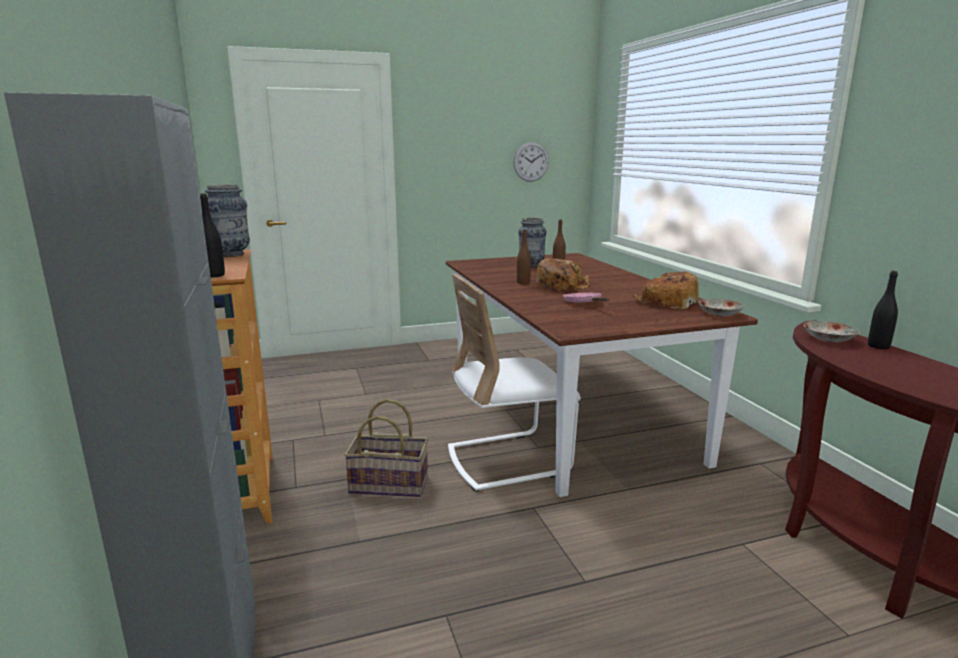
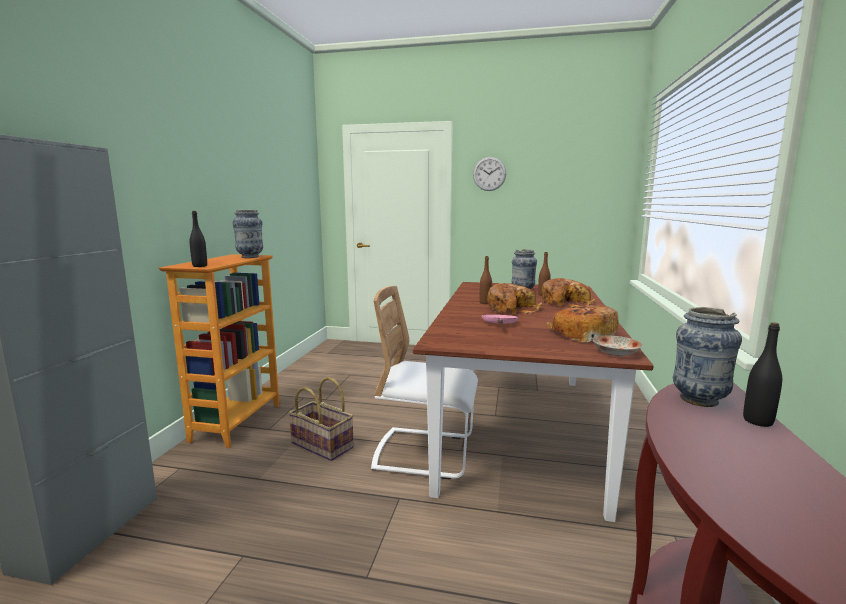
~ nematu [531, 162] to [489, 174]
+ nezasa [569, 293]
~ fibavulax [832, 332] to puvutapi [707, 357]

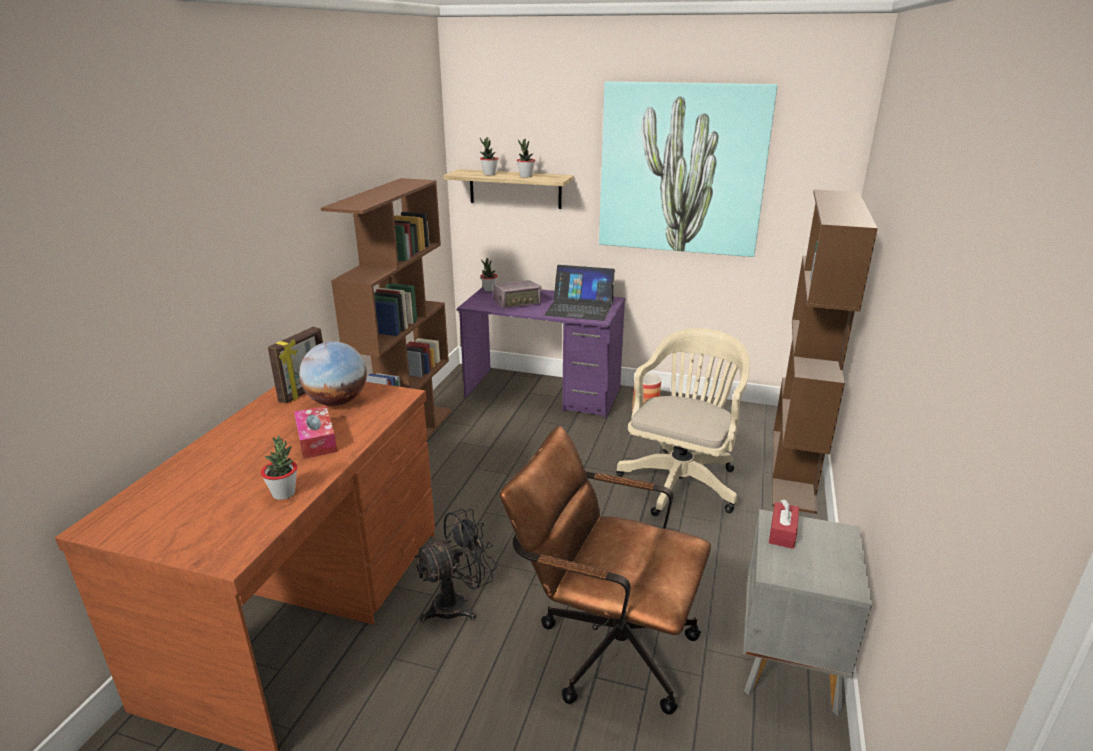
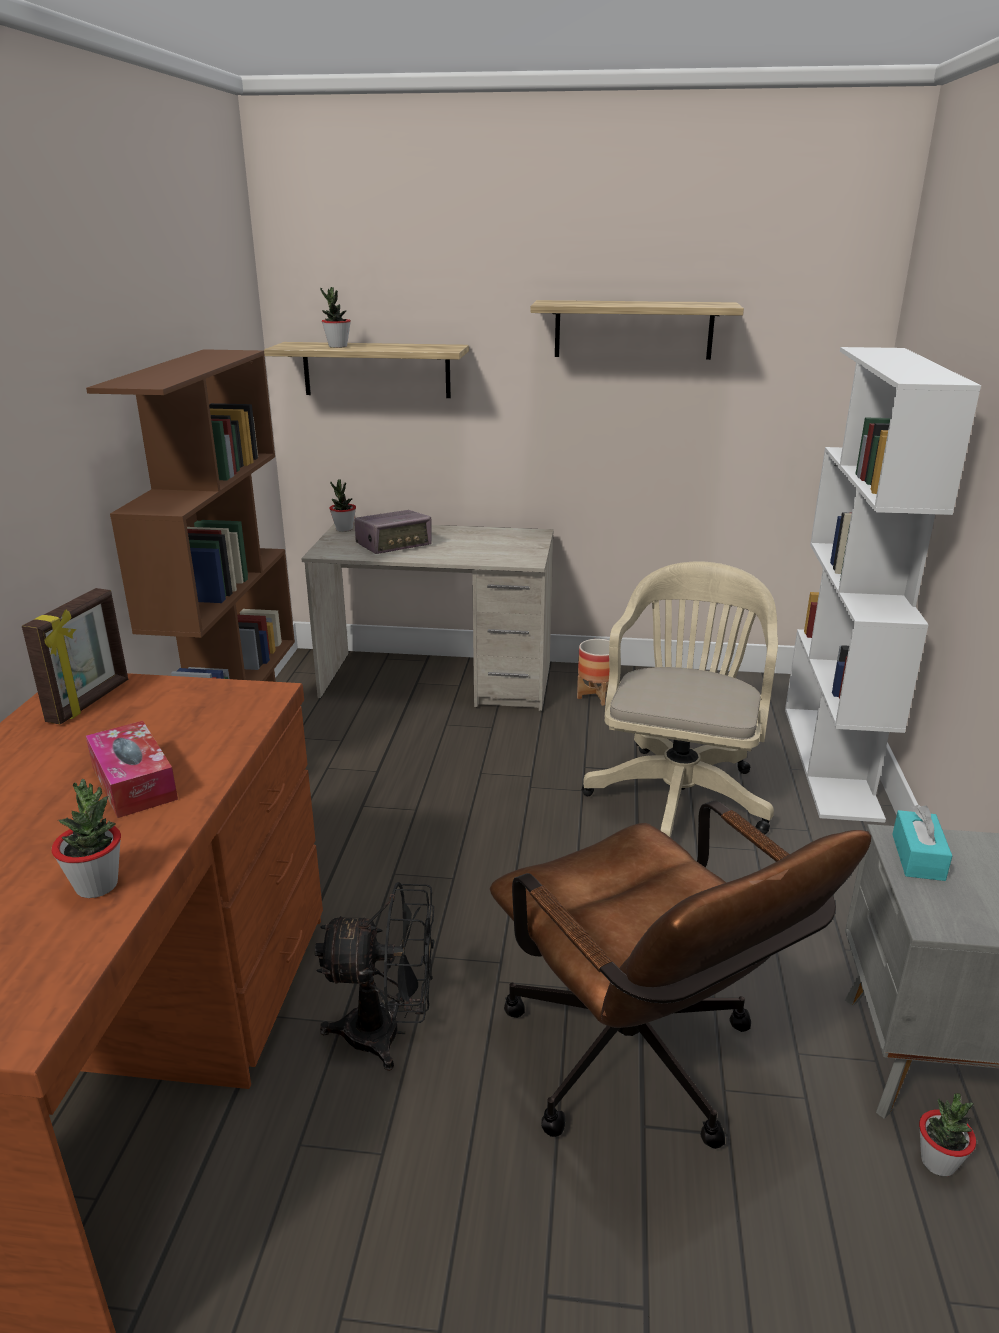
~ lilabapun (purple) [541, 352] to lilabapun (beige) [427, 616]
~ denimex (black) [455, 565] = [375, 976] 45 degrees clockwise
~ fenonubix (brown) [605, 570] = [680, 974] 135 degrees counterclockwise
~ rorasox [688, 169] to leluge [637, 330]
~ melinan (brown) [825, 352] to melinan (white) [883, 585]
~ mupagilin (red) [784, 524] to mupagilin (turquoise) [922, 843]
~ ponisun [526, 158] to [947, 1134]
- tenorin [333, 373]
- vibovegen [579, 293]

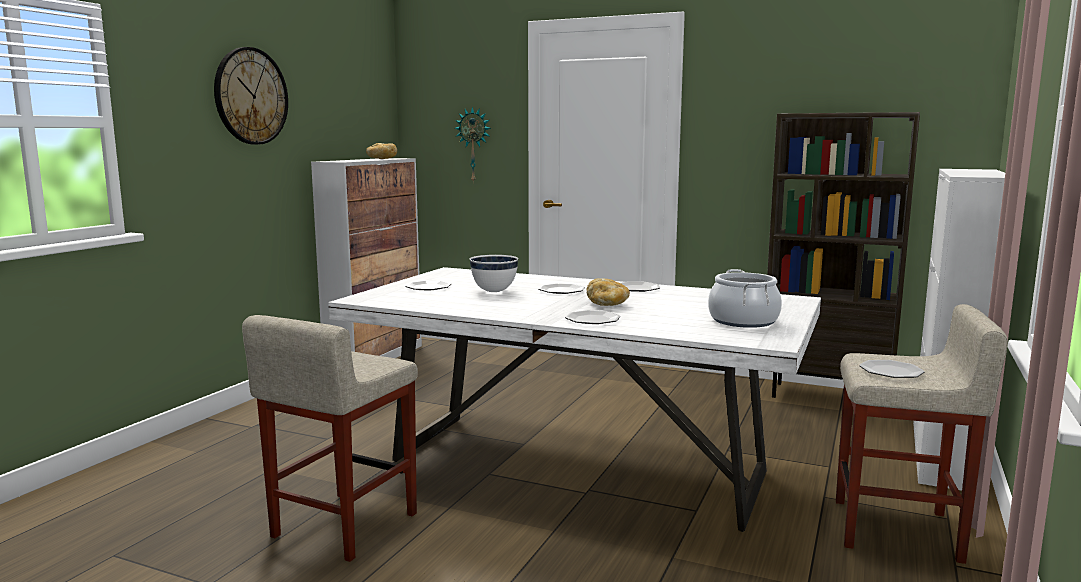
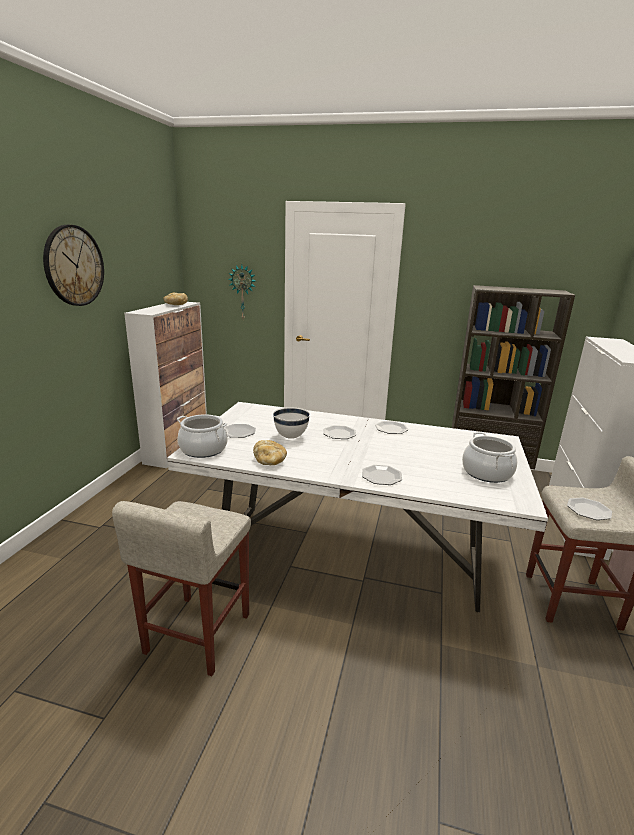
+ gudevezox [202, 436]
~ nezasa [608, 292] to [270, 452]

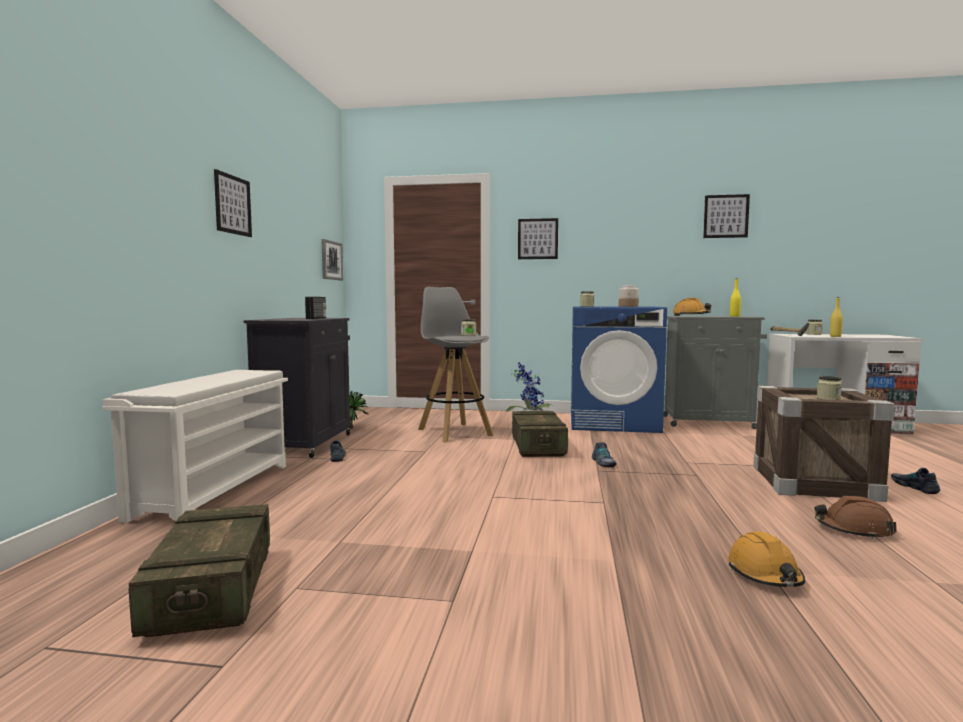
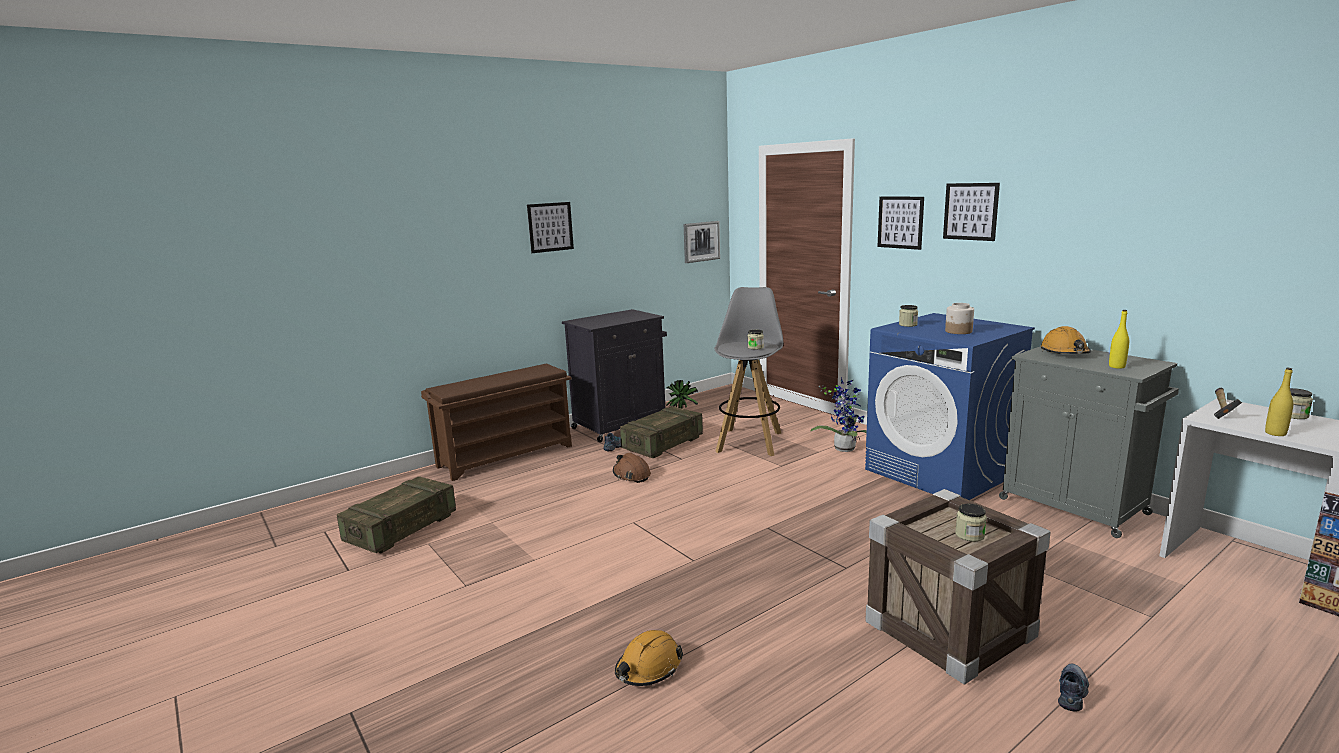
~ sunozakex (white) [195, 446] to sunozakex (brown) [496, 422]
~ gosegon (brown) [855, 517] to [632, 468]
~ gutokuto [540, 434] to [661, 432]
~ rorasox [726, 216] to [971, 212]
- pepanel [316, 308]
- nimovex [604, 455]

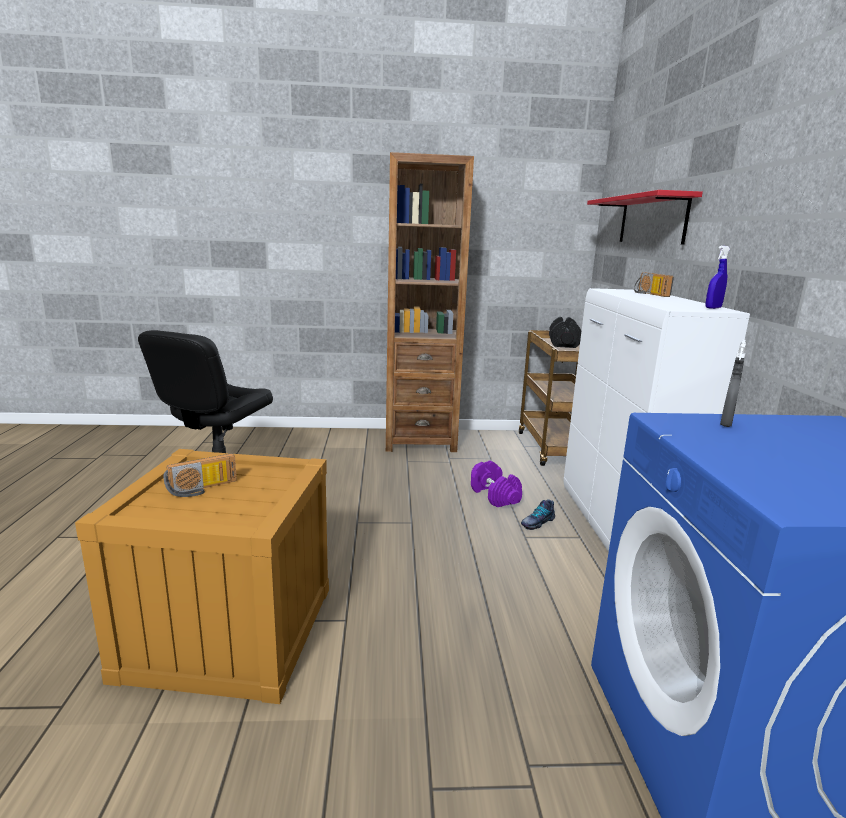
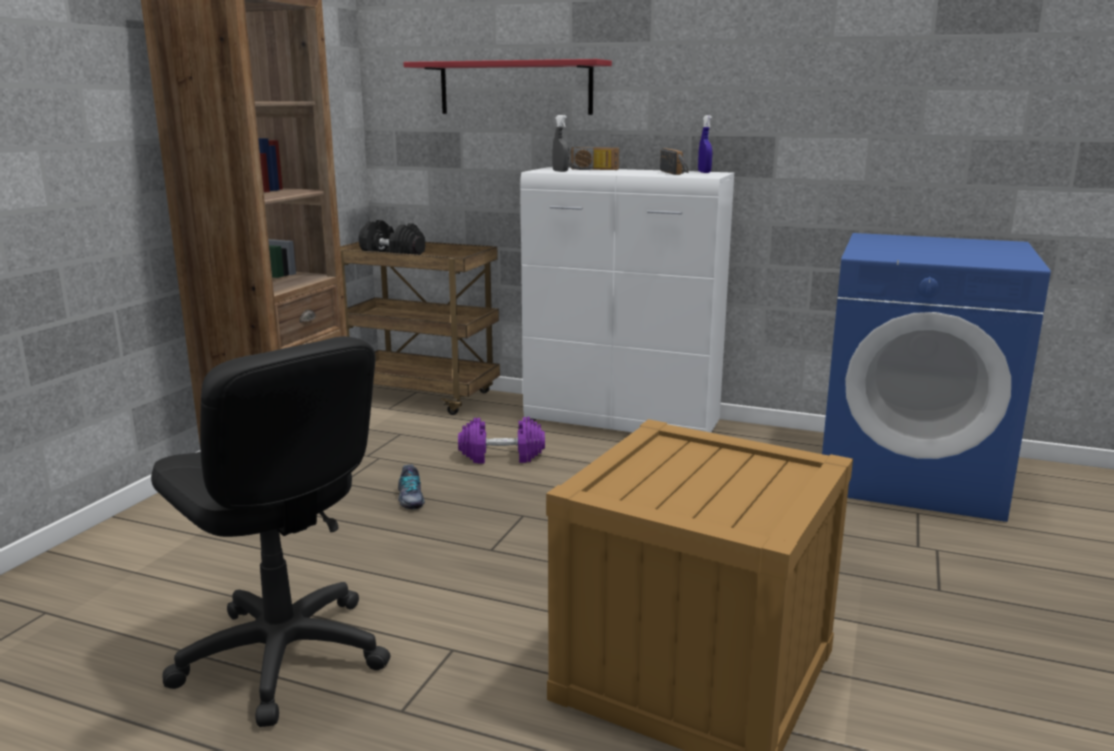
~ nimovex [538, 514] to [411, 486]
~ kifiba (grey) [733, 383] to [560, 143]
~ pepanel [200, 475] to [674, 161]

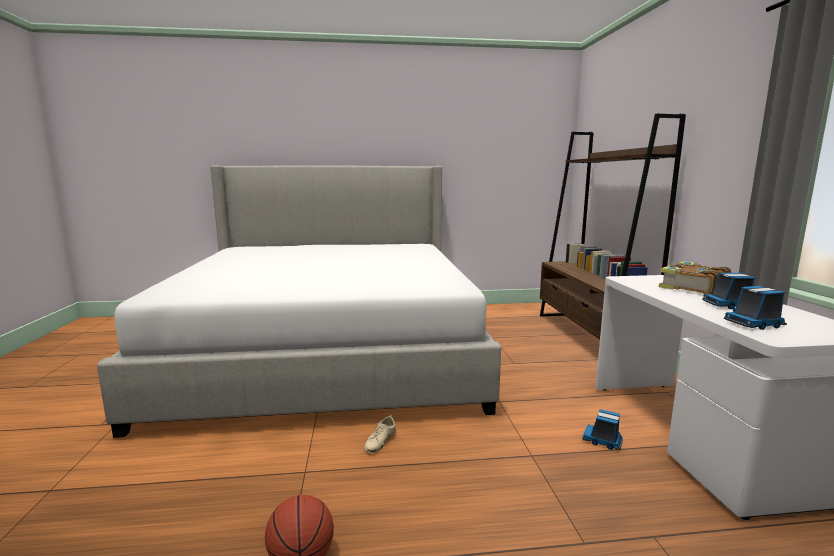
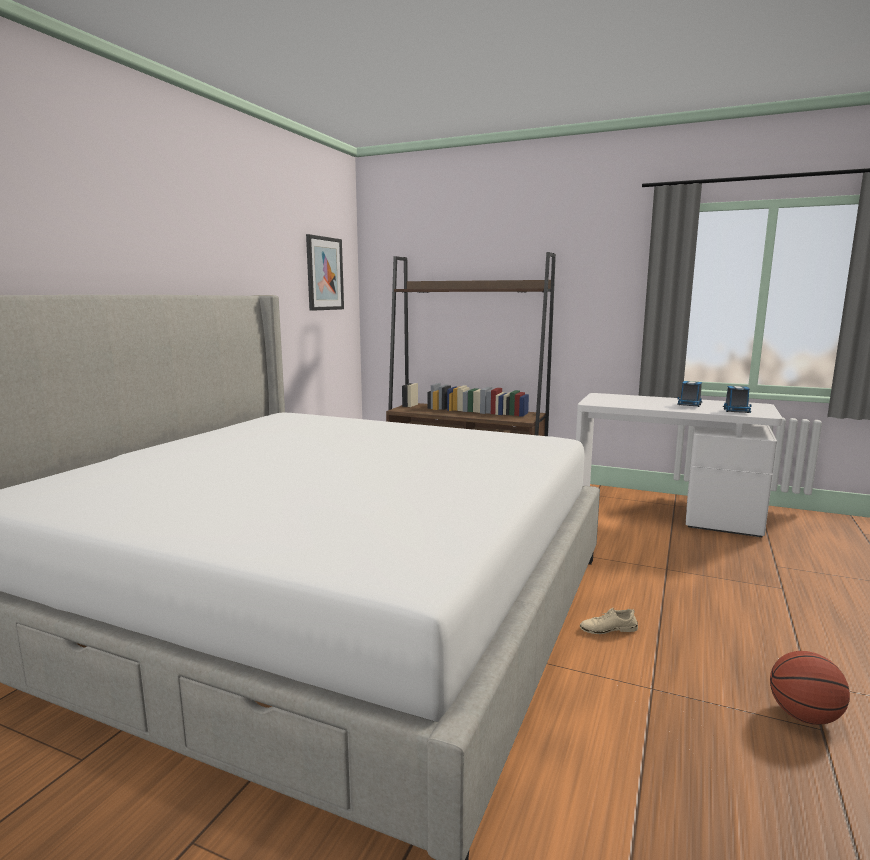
+ rorasox [325, 272]
~ nimovex (beige) [380, 434] = [609, 620] 120 degrees clockwise
- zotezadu [602, 429]
- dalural [695, 277]

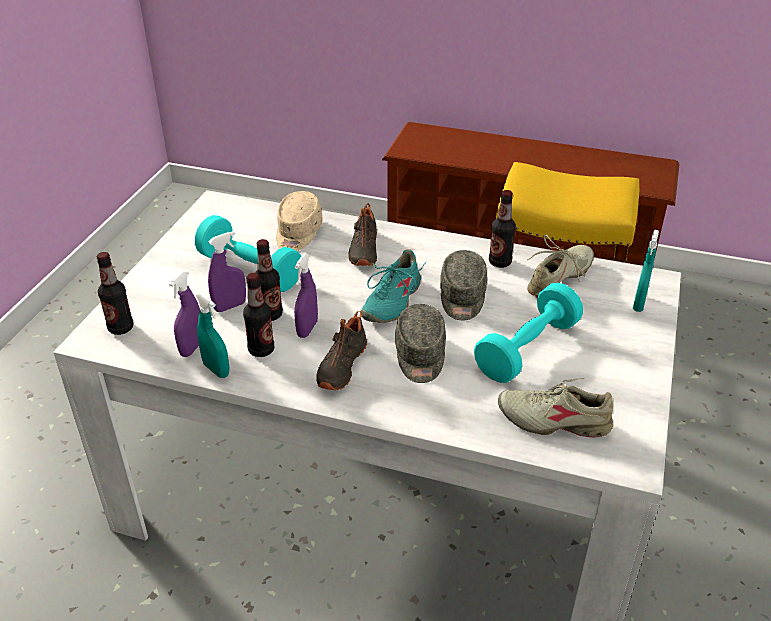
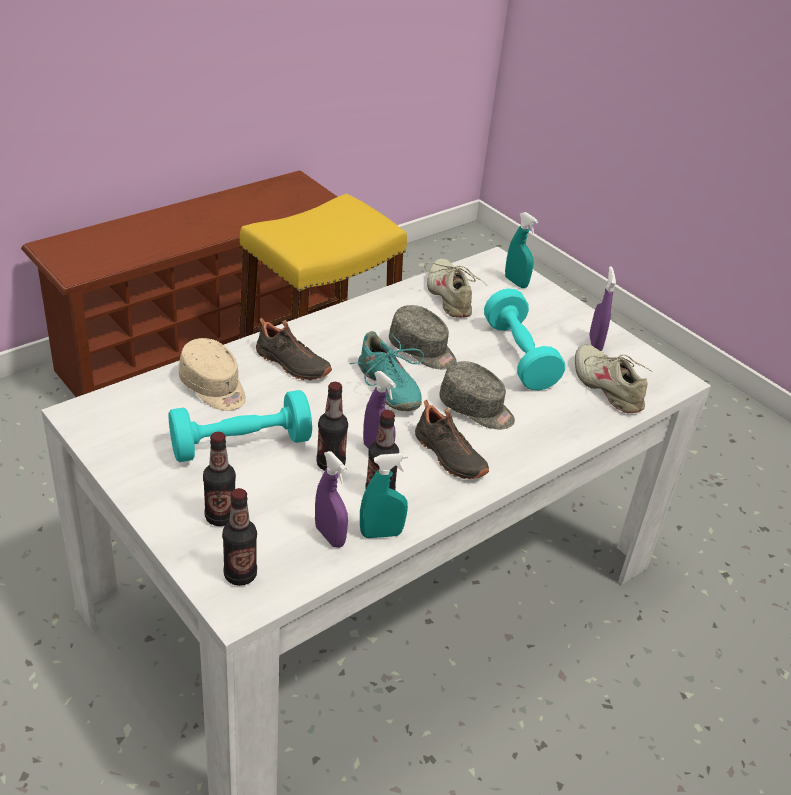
~ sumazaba [502, 229] to [219, 479]
~ nimovex (beige) [555, 407] = [613, 379] 105 degrees clockwise
~ kifiba (purple) [227, 271] to [603, 308]

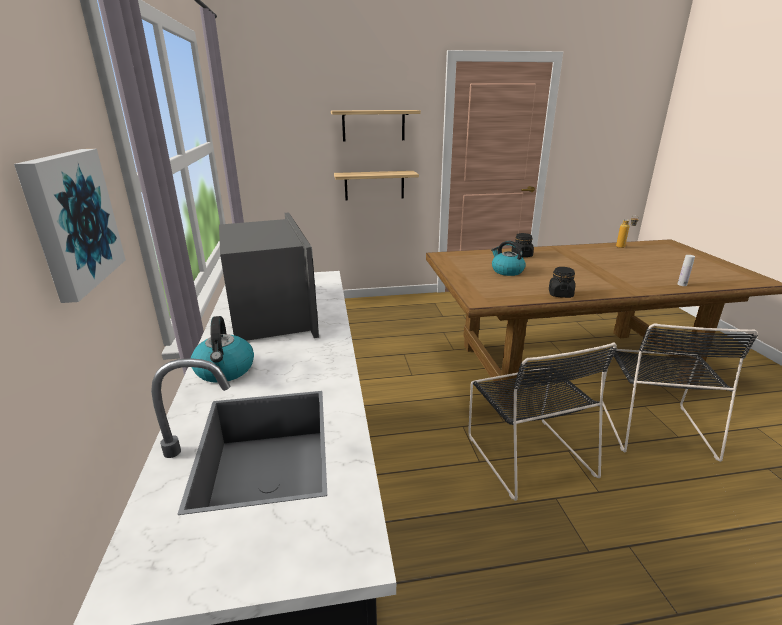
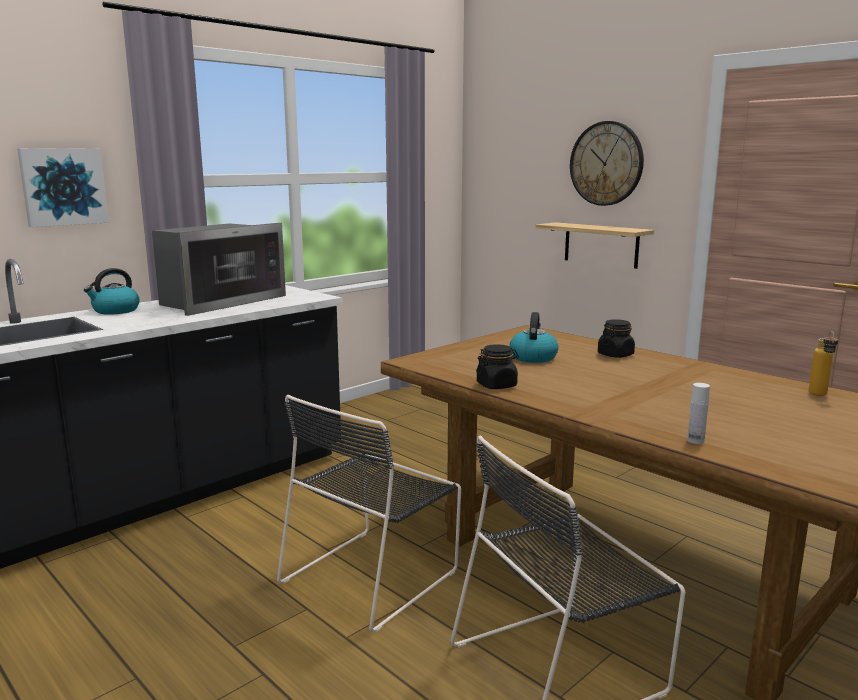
~ leluge [376, 125] to nematu [607, 163]

